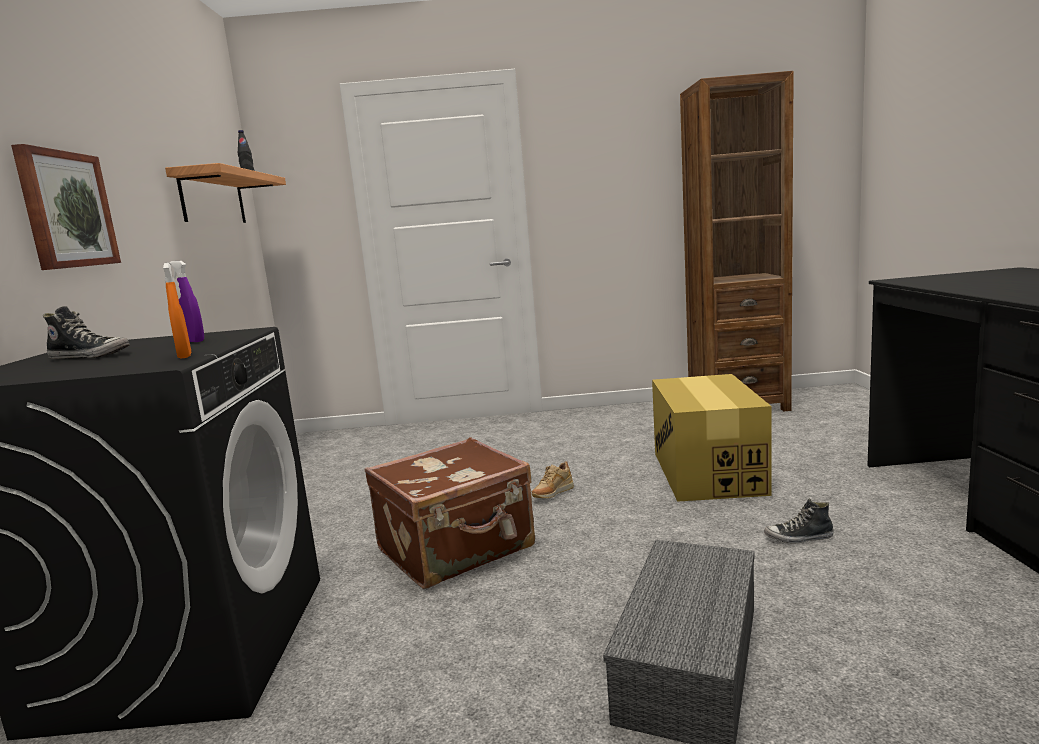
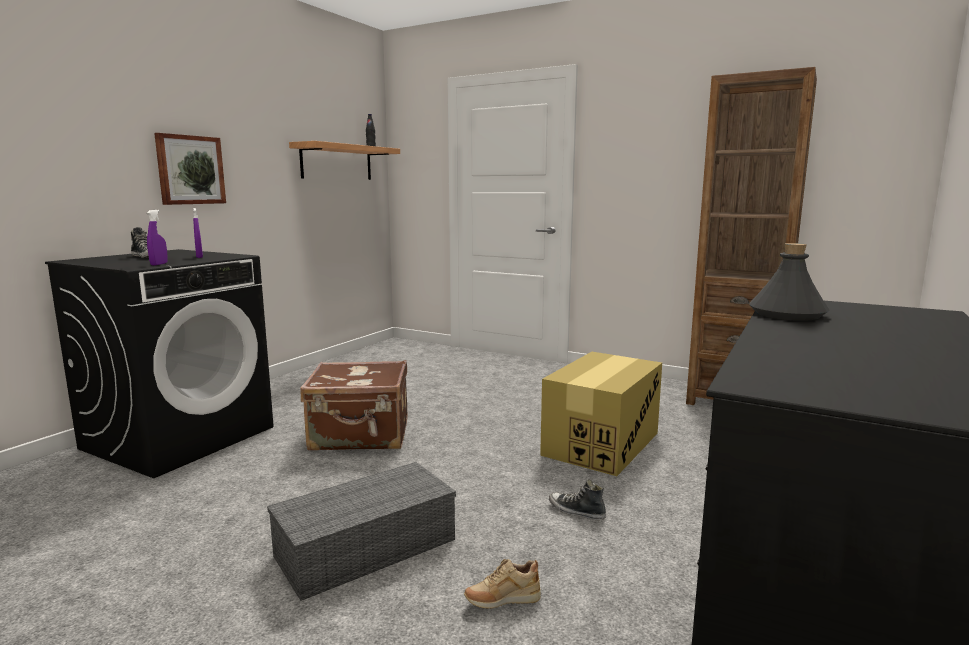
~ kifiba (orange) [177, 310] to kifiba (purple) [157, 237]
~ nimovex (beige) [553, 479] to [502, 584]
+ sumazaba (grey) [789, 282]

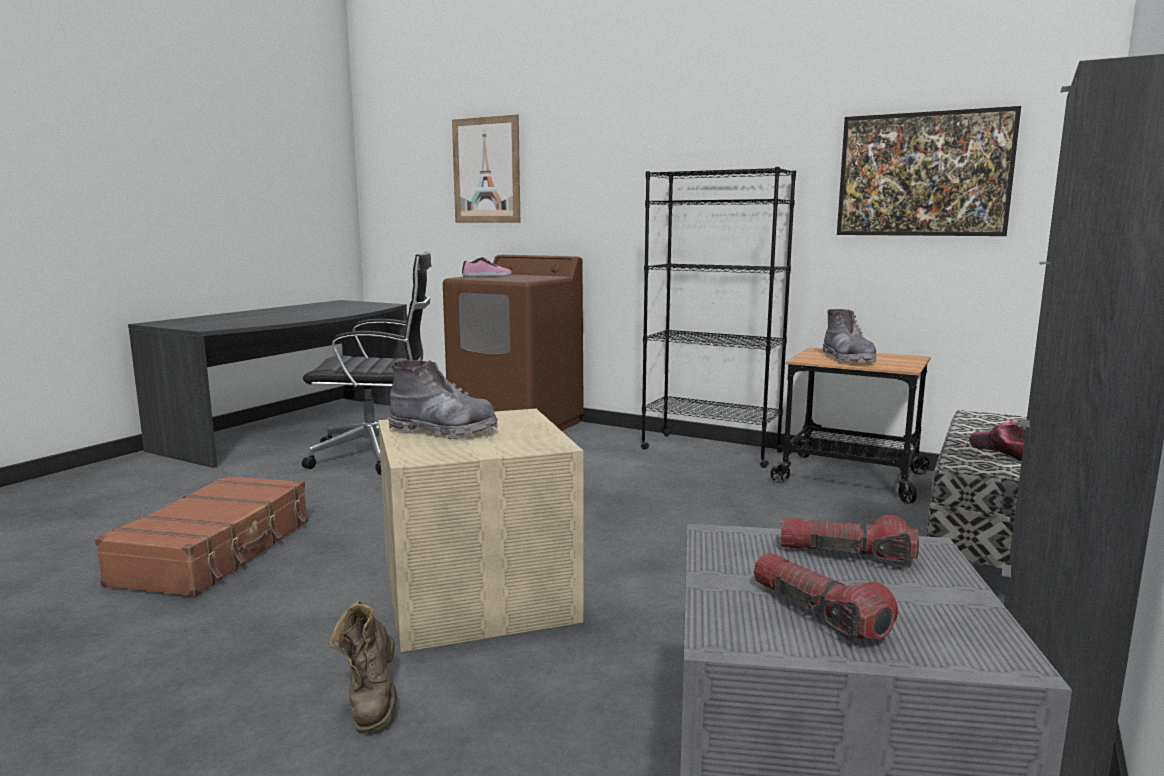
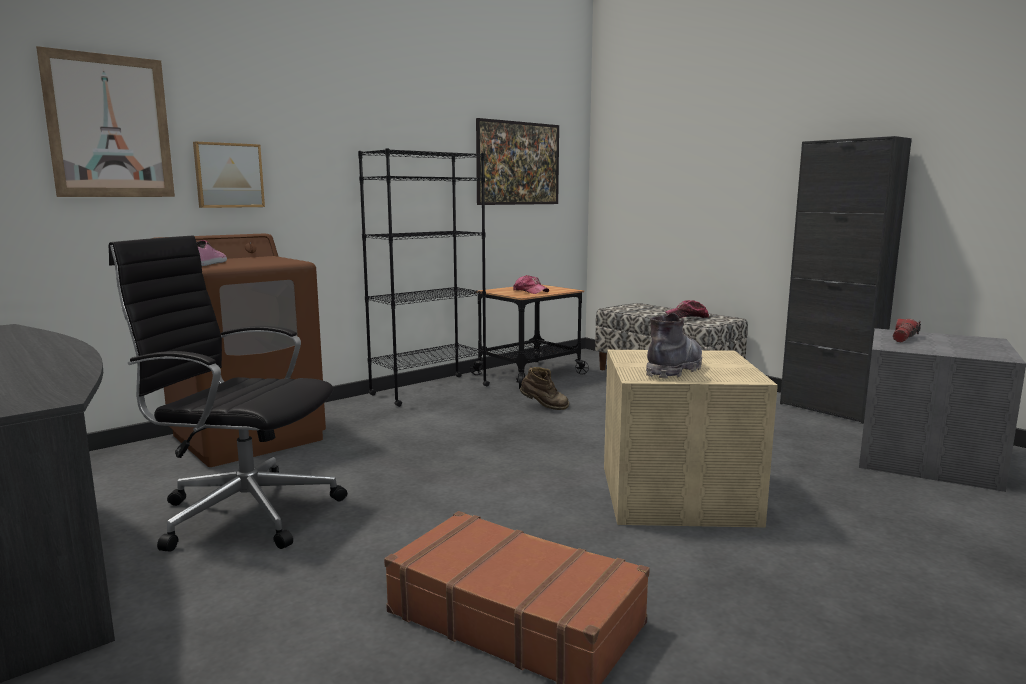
~ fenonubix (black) [366, 363] = [228, 393] 90 degrees counterclockwise
+ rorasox [229, 174]
~ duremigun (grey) [849, 336] to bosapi [531, 284]
~ duremigun (brown) [363, 667] to [544, 388]
- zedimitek [826, 597]

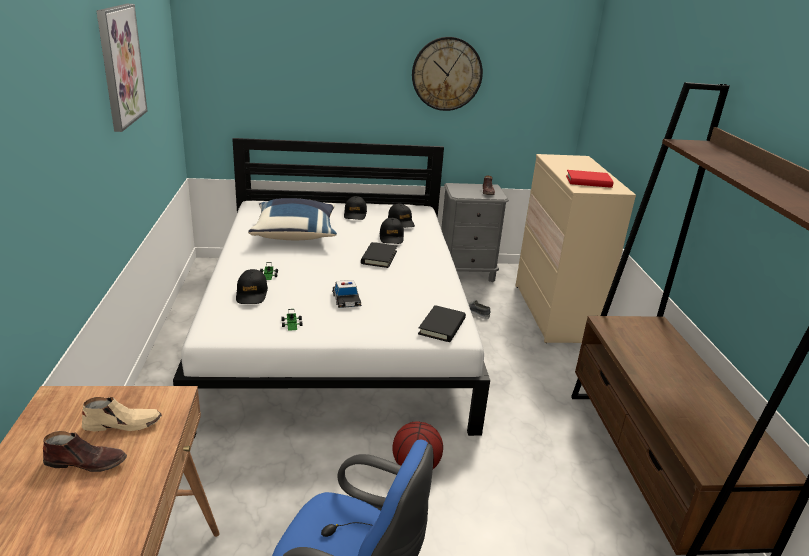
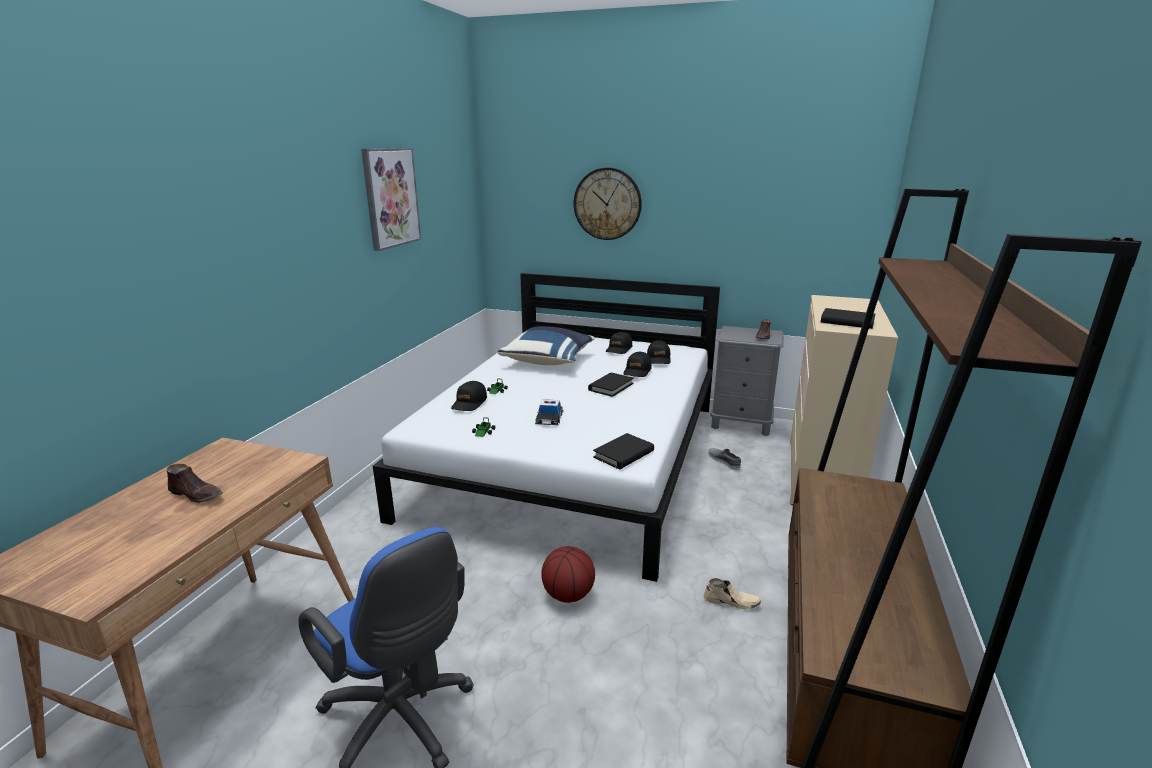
~ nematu [447, 74] to [608, 203]
~ nimovex (beige) [122, 414] to [732, 593]
~ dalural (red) [589, 179] to dalural (black) [848, 318]

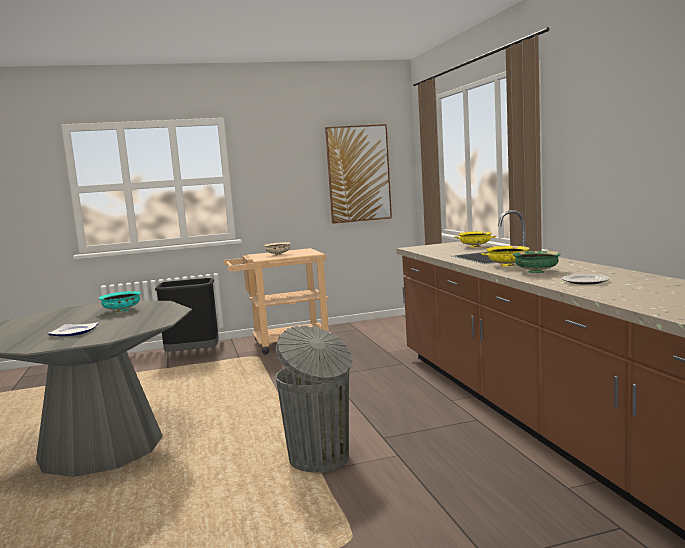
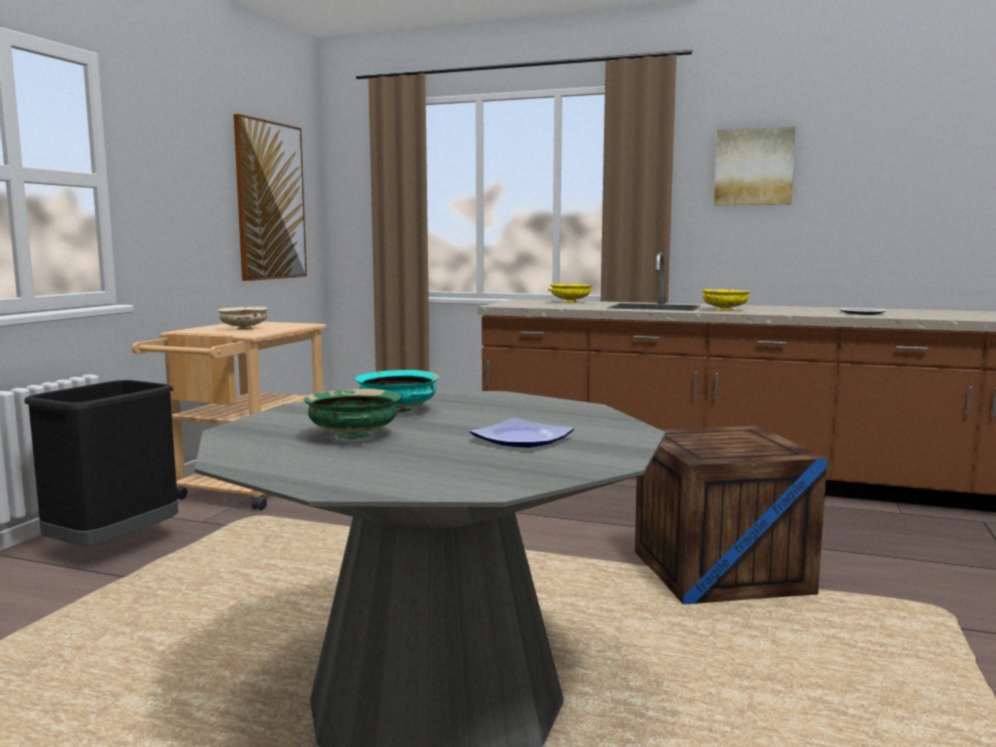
~ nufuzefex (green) [537, 262] to [352, 414]
~ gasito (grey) [314, 399] to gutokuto [731, 515]
+ rorasox [755, 165]

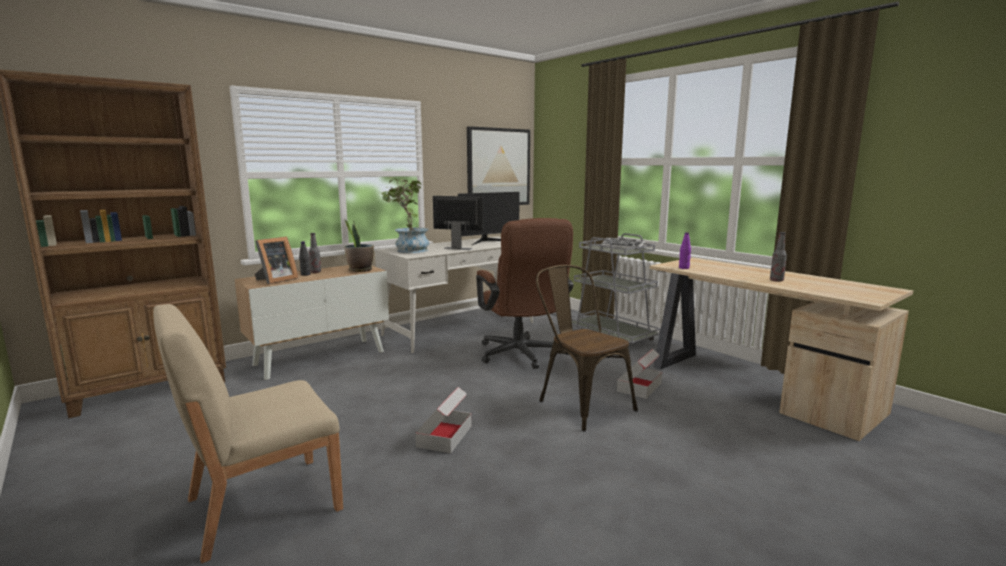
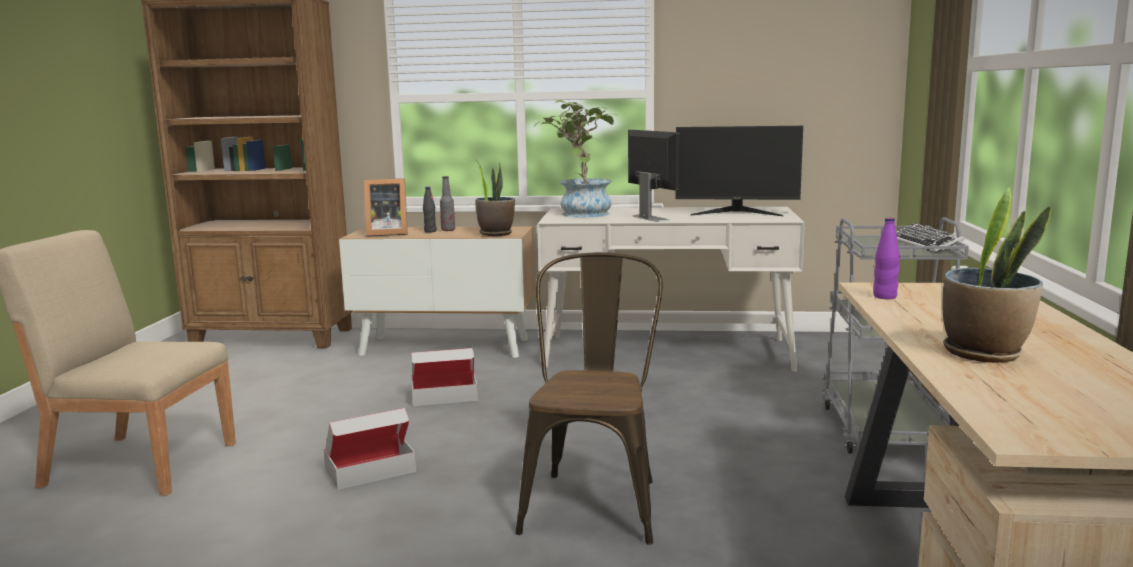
~ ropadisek [639, 374] to [444, 377]
~ sumazaba [778, 257] to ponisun [996, 275]
- rorasox [498, 165]
- fenonubix (brown) [524, 293]

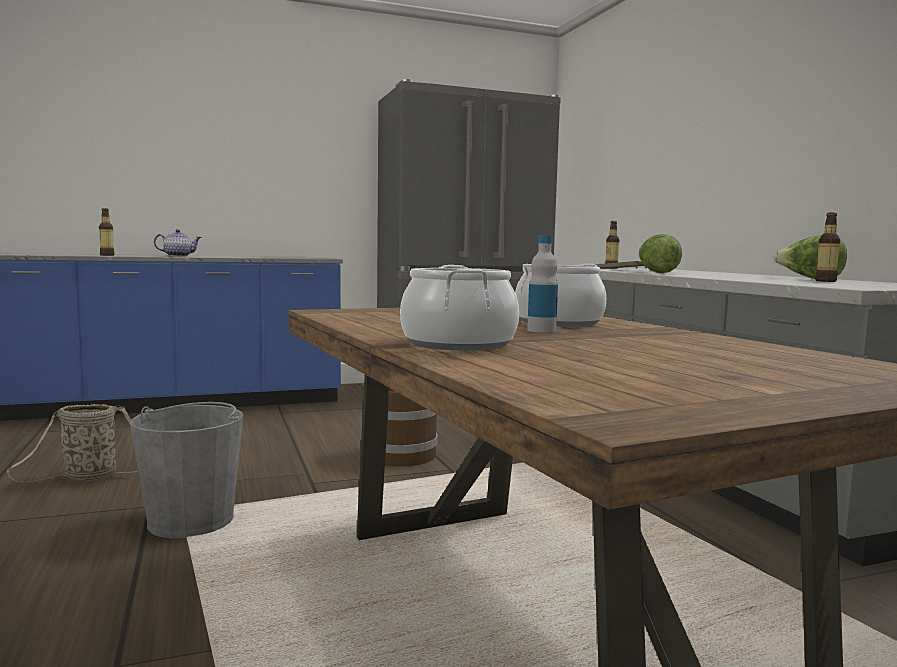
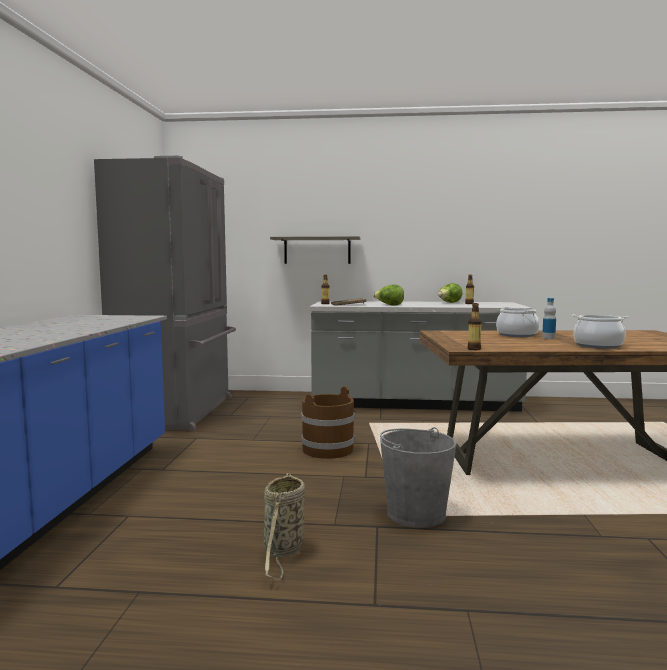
+ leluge [315, 250]
~ sumazaba [106, 232] to [475, 326]
- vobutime [177, 242]

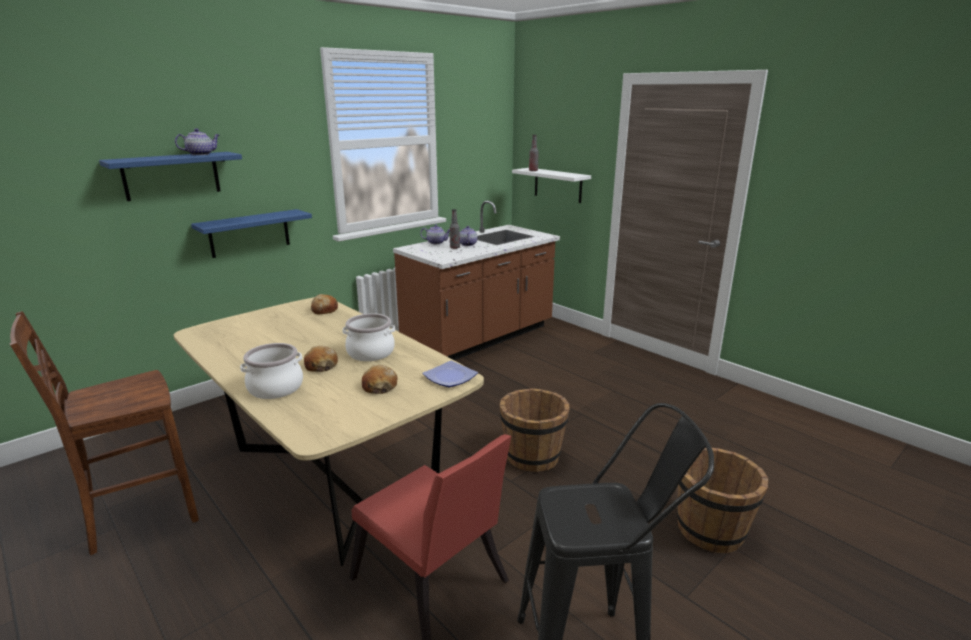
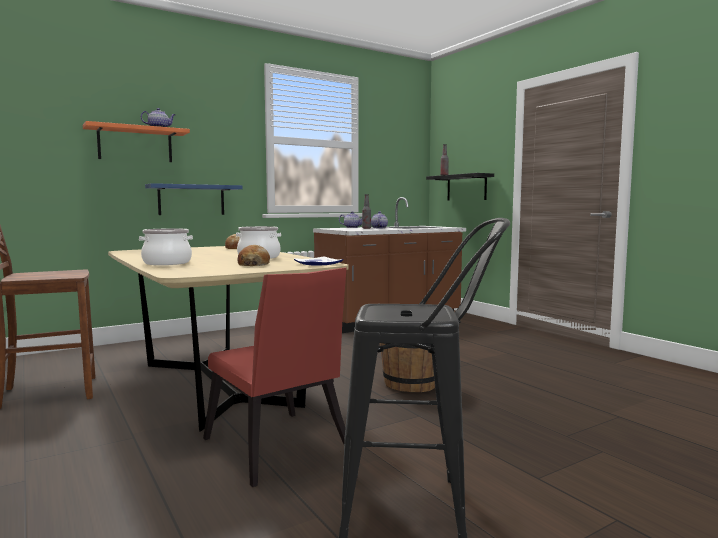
~ leluge (blue) [170, 176] to leluge (orange) [136, 141]
~ leluge (white) [551, 185] to leluge (black) [460, 186]
- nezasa [321, 359]
- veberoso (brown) [722, 500]

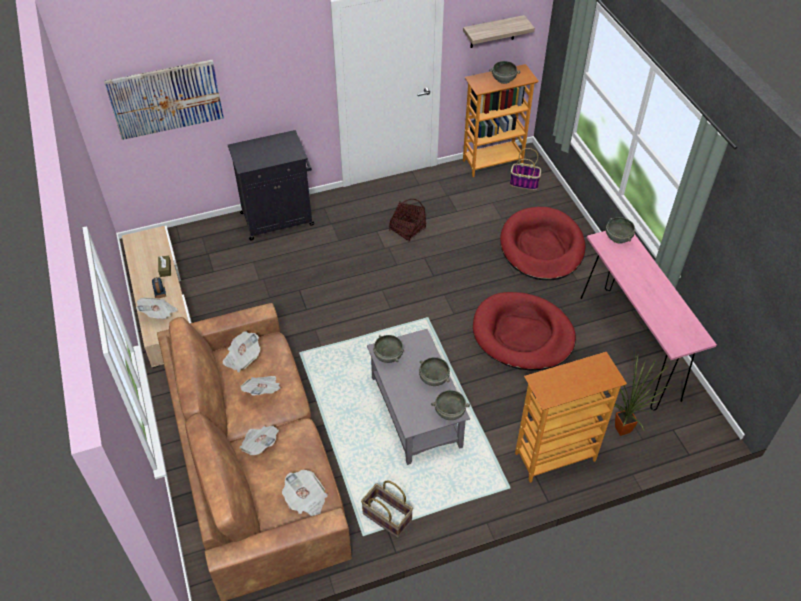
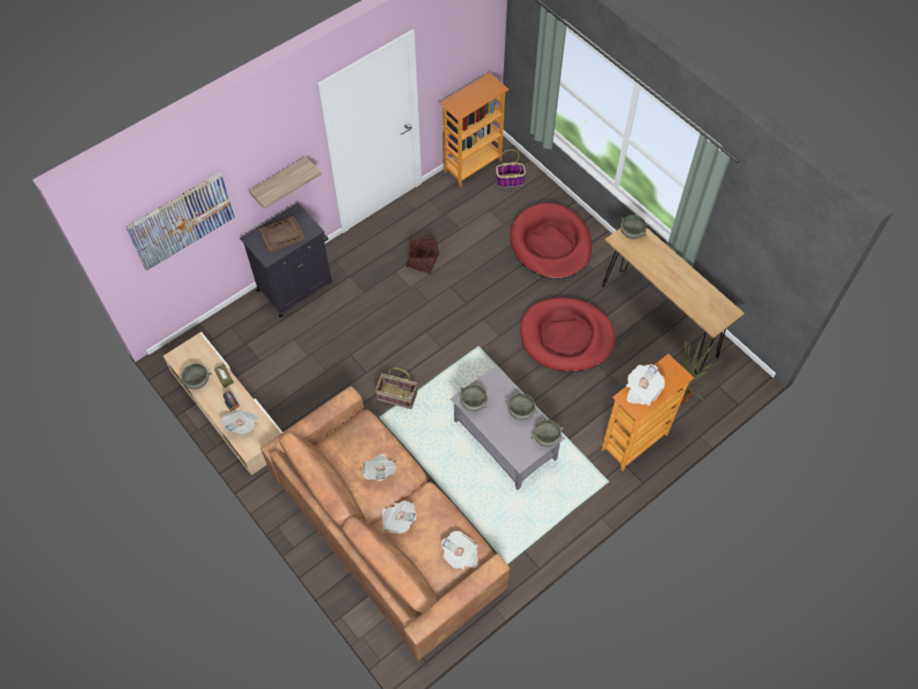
~ nufuzefex (grey) [504, 72] to [195, 376]
~ leluge [499, 31] to [285, 183]
+ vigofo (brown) [282, 234]
~ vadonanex [387, 509] to [396, 388]
~ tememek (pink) [648, 320] to tememek (brown) [673, 301]
~ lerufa [241, 351] to [645, 385]

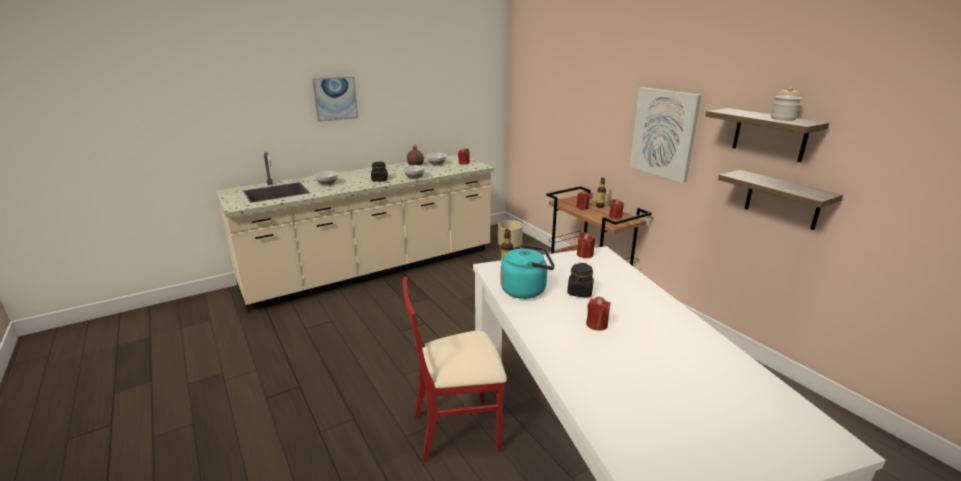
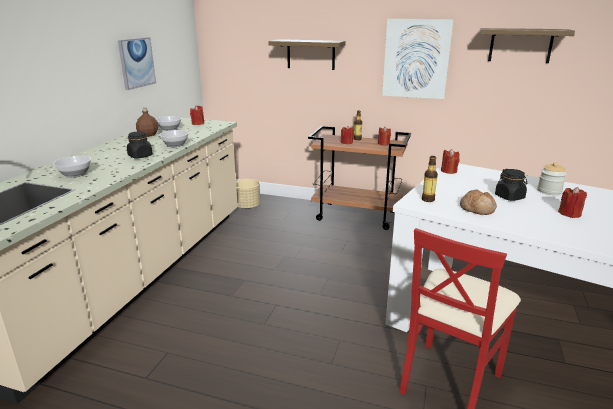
~ rorasox [335, 99] to [137, 63]
~ leluge [780, 200] to [307, 54]
~ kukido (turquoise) [527, 271] to nezasa [478, 202]
~ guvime [786, 104] to [552, 178]

